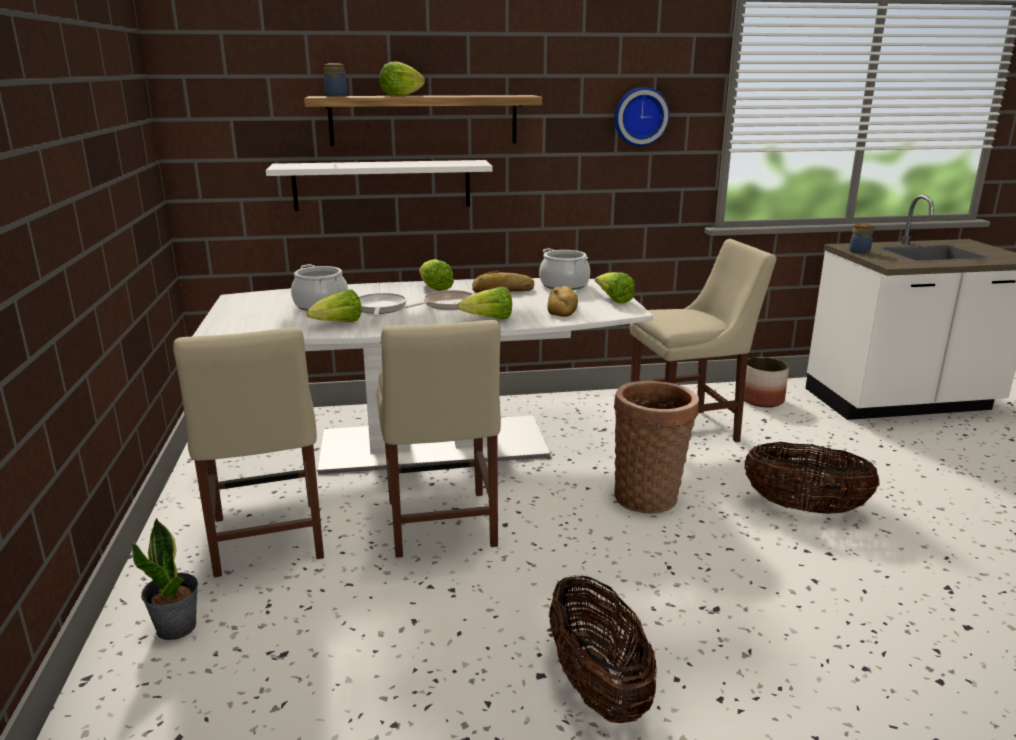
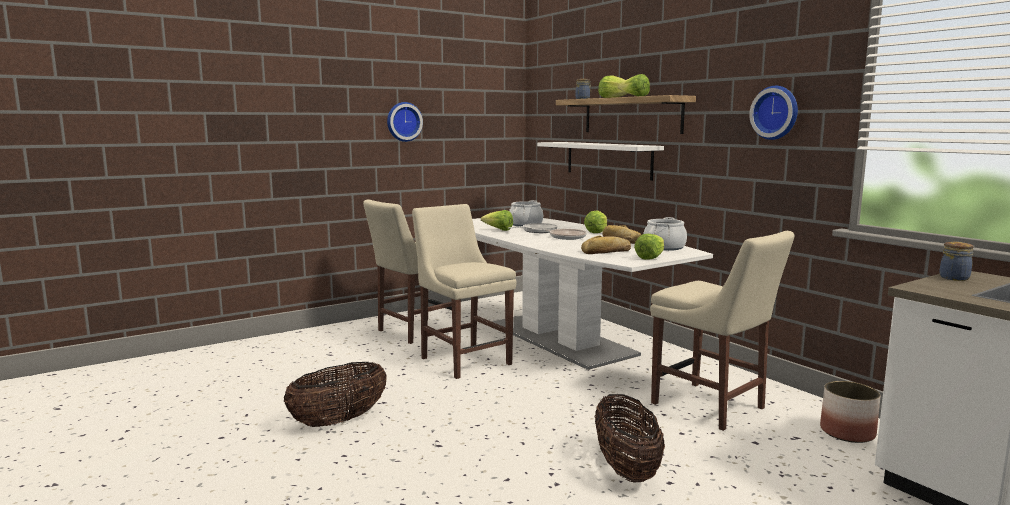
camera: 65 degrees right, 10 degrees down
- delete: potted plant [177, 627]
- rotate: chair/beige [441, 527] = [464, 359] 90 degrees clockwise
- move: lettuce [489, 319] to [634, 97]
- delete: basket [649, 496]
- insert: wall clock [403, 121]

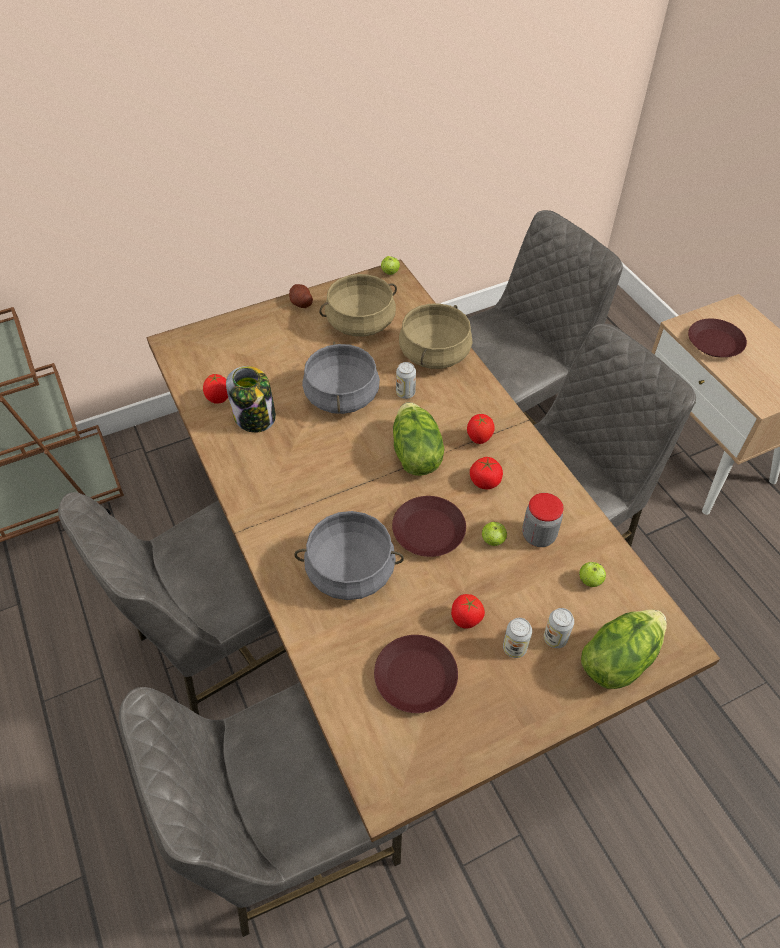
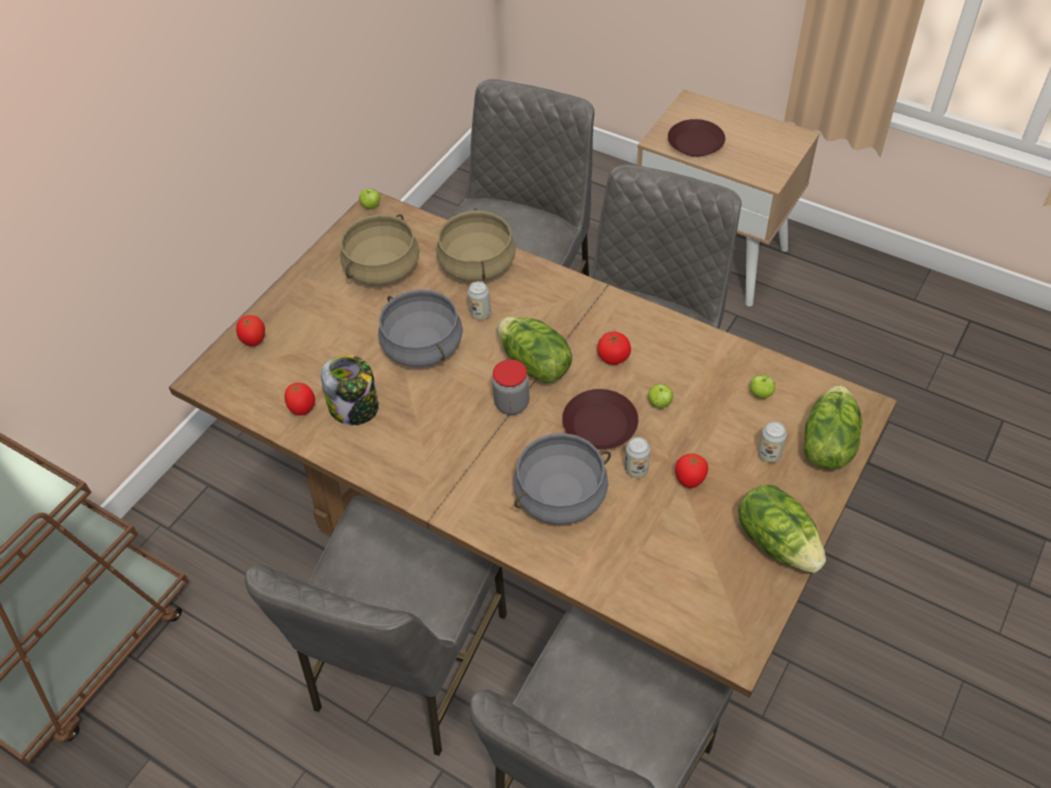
camera: 30 degrees left, 0 degrees up
- delete: potato [301, 303]
- delete: plate/brown [414, 678]
- move: tomato [478, 439] to [254, 341]
- move: can [514, 648] to [636, 470]
- move: jar [538, 535] to [512, 404]
- insert: lettuce [777, 541]

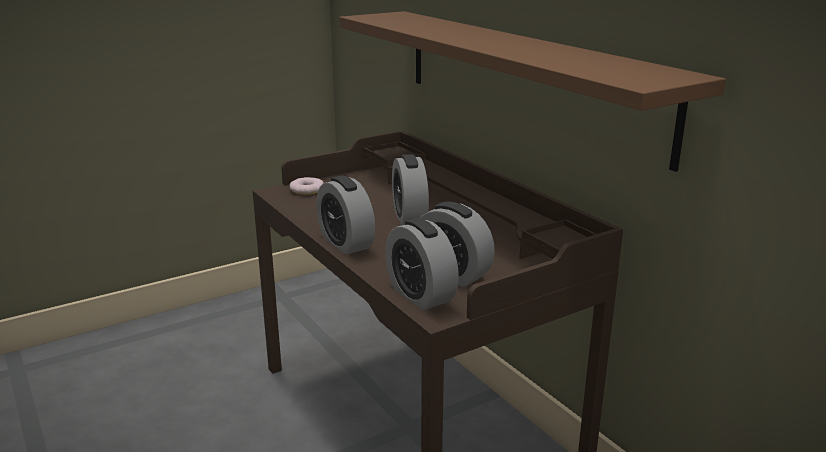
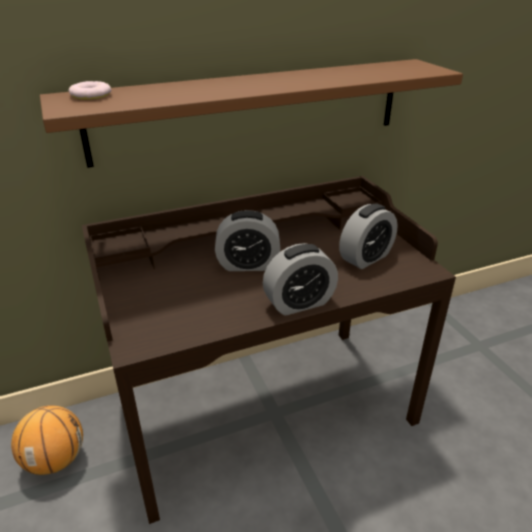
camera: 80 degrees left, 10 degrees up
- move: donut [307, 190] to [90, 95]
- delete: alarm clock [420, 295]
- insert: basketball [55, 459]

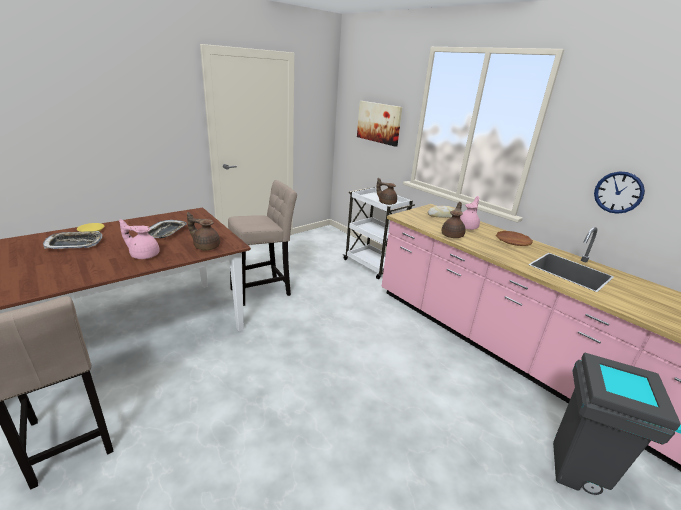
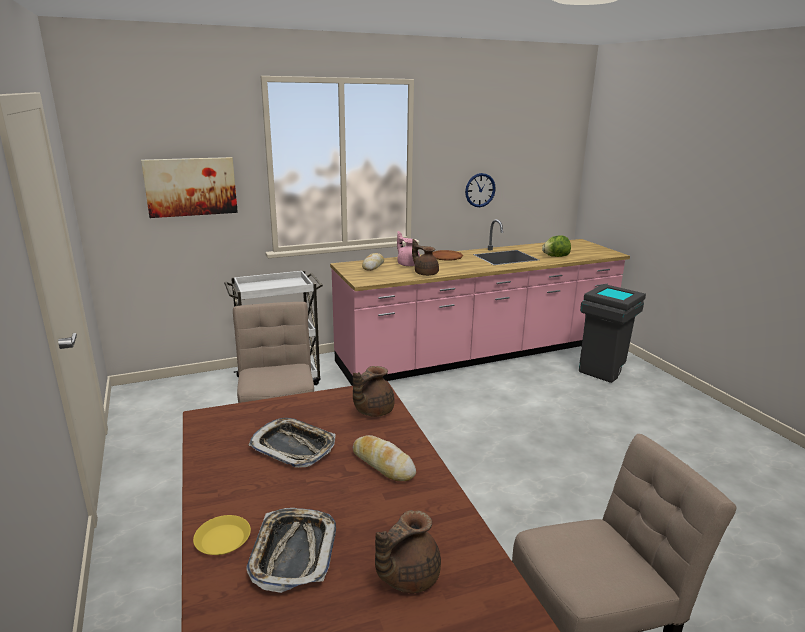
camera: 70 degrees left, 5 degrees down
- replace: teapot/pink [144, 255] to bread [383, 464]
- move: teapot/brown [386, 203] to [406, 576]
- insert: lettuce [555, 256]

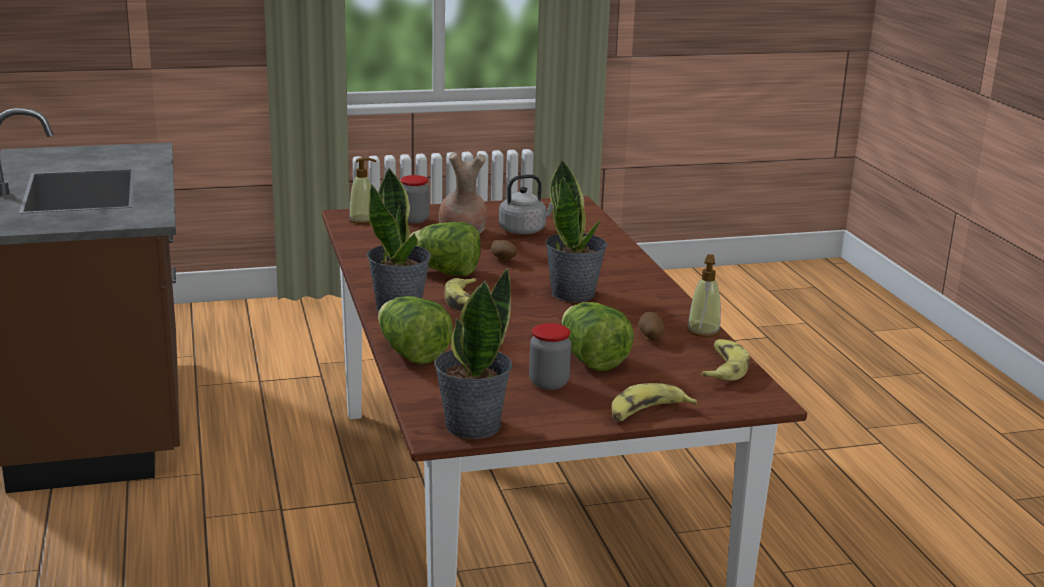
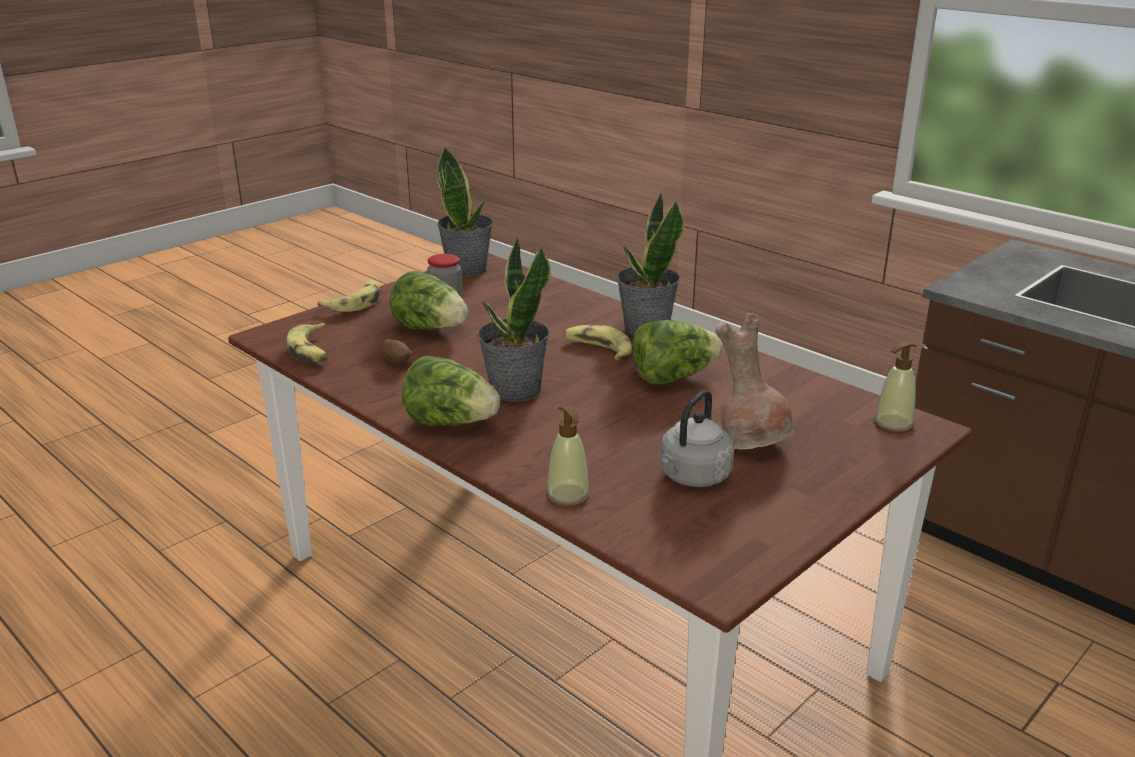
camera: 150 degrees right, 5 degrees up
- move: lettuce [411, 354] to [450, 423]
- delete: jar [414, 220]
- delete: potato [504, 260]
- move: soap dispenser [703, 331] to [568, 497]

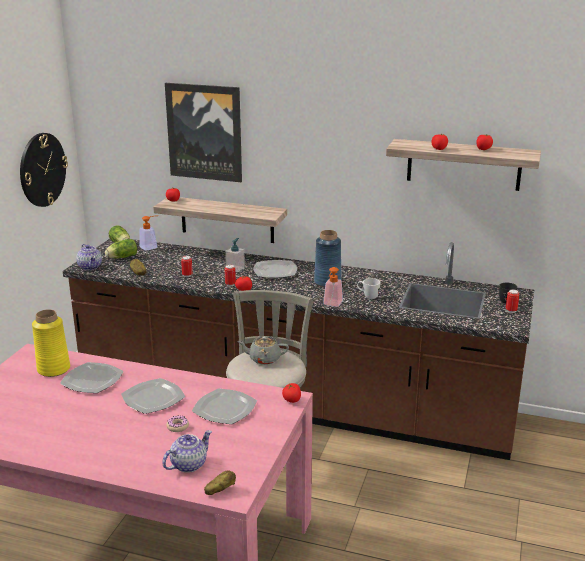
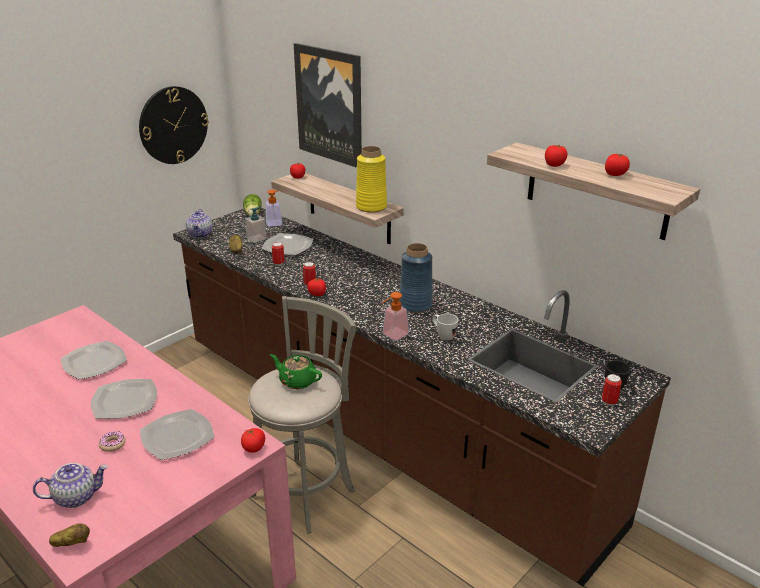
camera: 25 degrees right, 5 degrees up
- move: vase/yellow [53, 369] to [371, 207]
- delete: lettuce [121, 257]
- move: soap dispenser [235, 268] to [256, 238]
- recolor: teapot/grey [264, 359] to teapot/green [297, 381]
- move: plate [274, 271] to [287, 246]

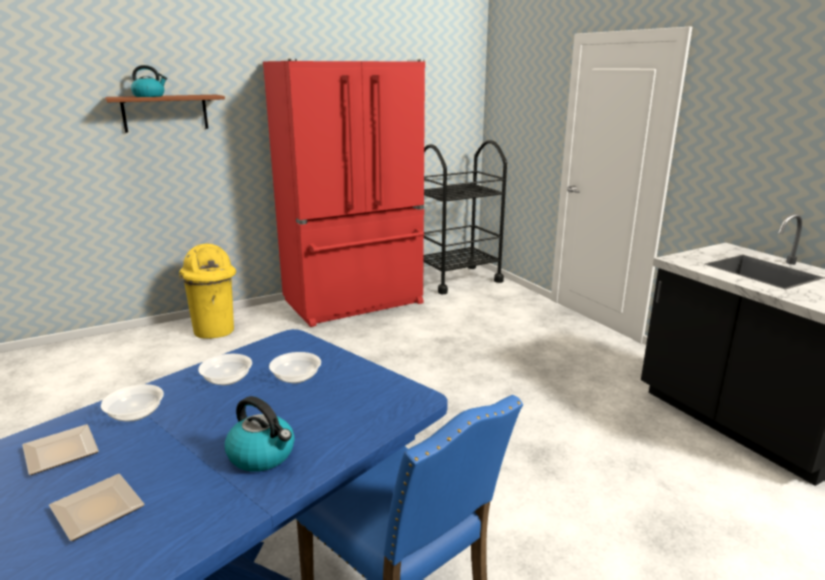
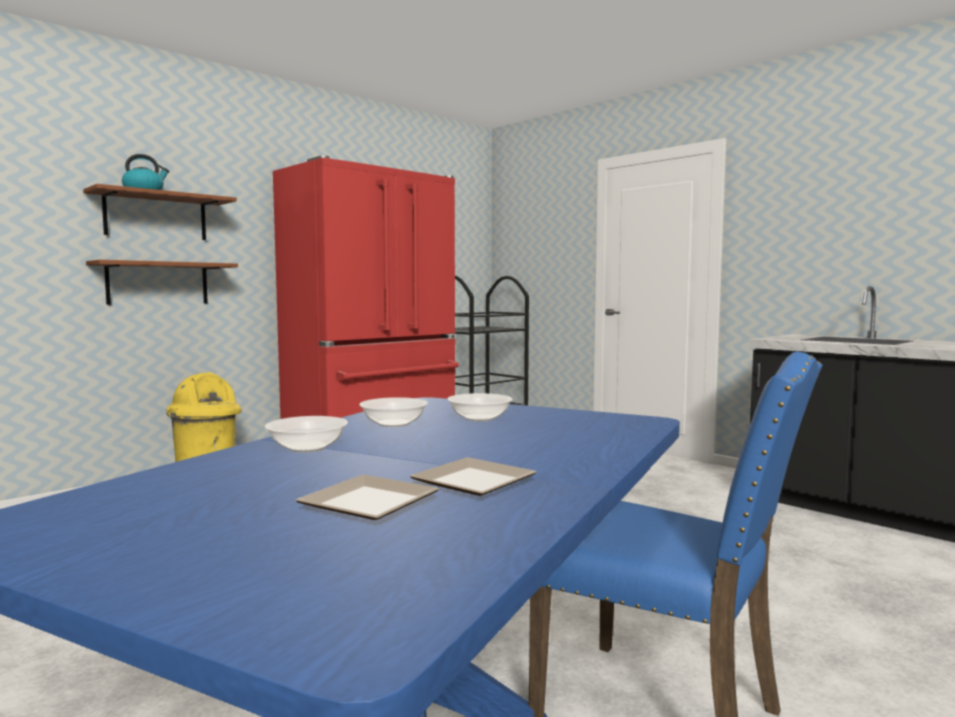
camera: 15 degrees left, 15 degrees down
- move: plate [64, 453] to [478, 482]
- delete: kettle [263, 455]
- insert: shelf/brown [158, 283]

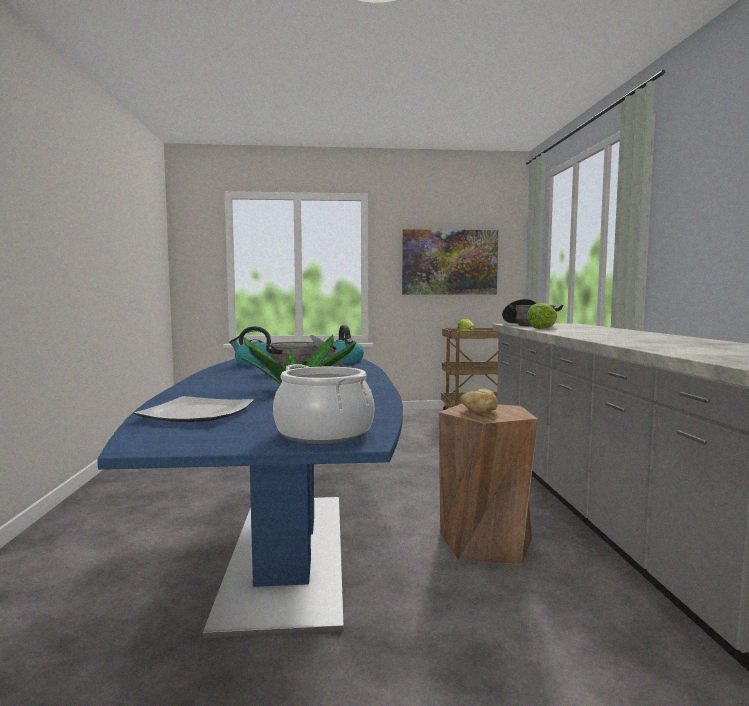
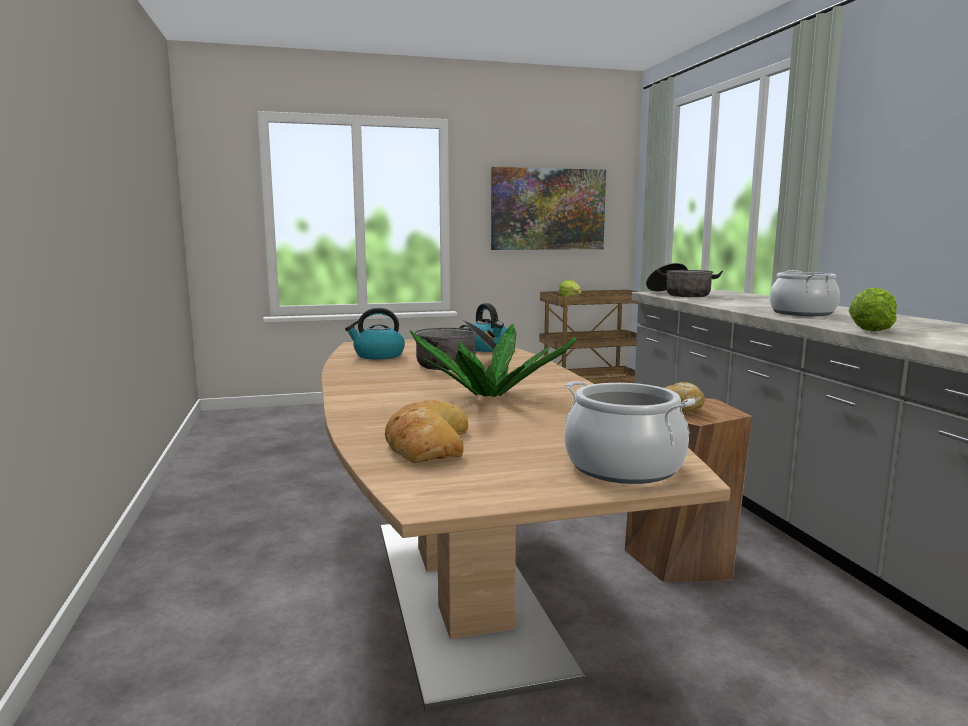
camera: 10 degrees left, 5 degrees up
- recolor: dining table/blue [288, 551] to dining table/brown [461, 589]
- replace: plate [198, 414] to bread [427, 444]
- move: lettuce [542, 328] to [871, 329]
- insert: cooking pot [802, 313]

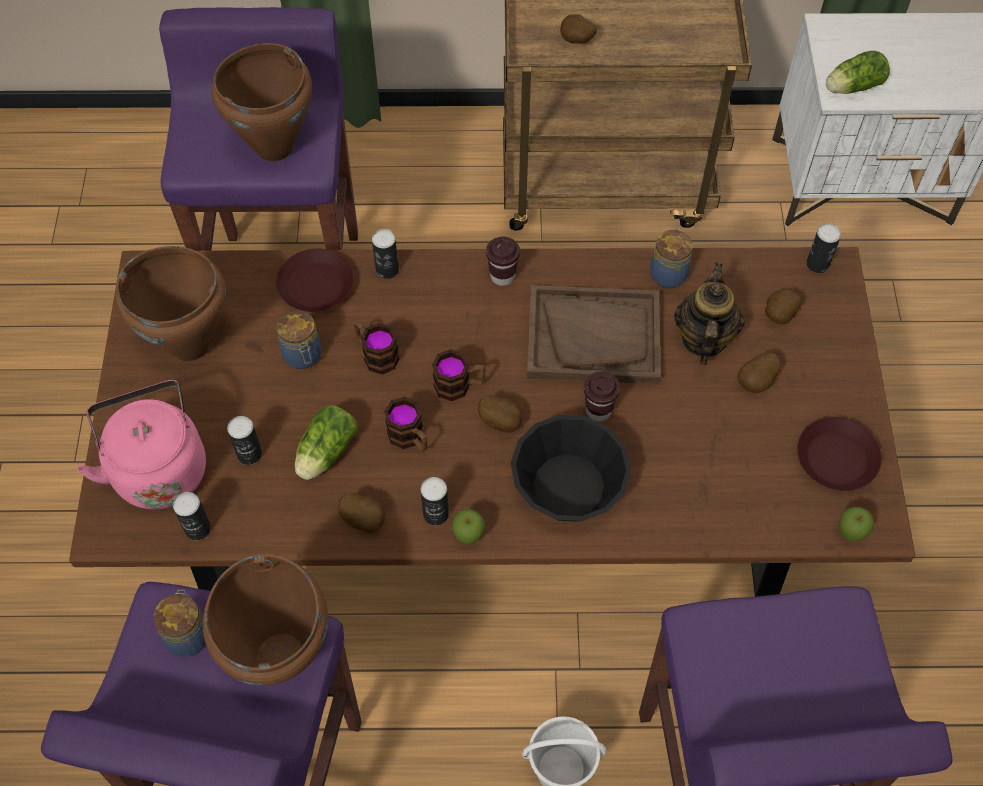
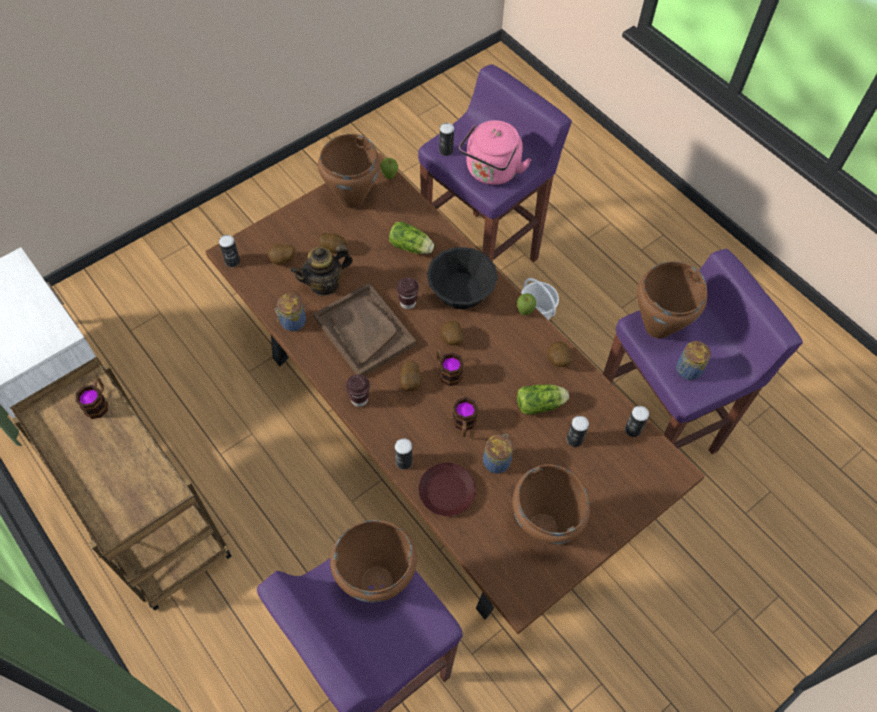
camera: 130 degrees left, 0 degrees up
- move: kettle/pink [158, 467] to [491, 172]
- move: mug [410, 438] to [98, 403]
- move: can [436, 514] to [446, 151]
- move: potato [576, 41] to [411, 382]
- replace: plate/brown [836, 457] to cooking pot/brown [351, 199]
- move: lettuce [851, 87] to [412, 247]

